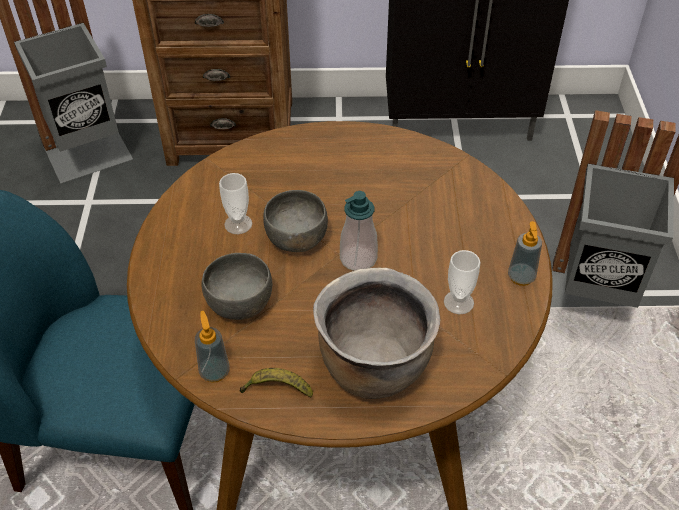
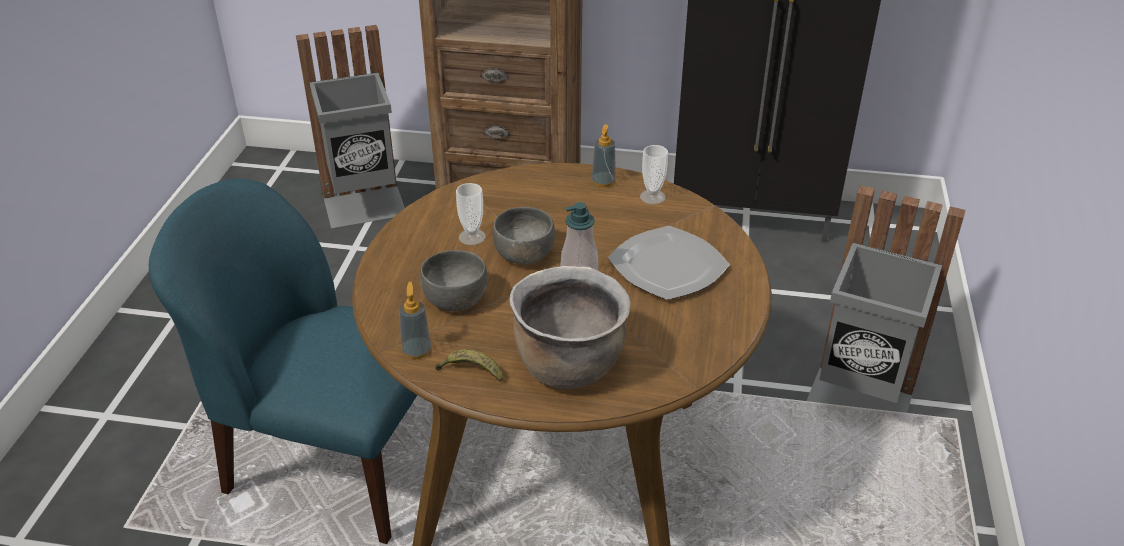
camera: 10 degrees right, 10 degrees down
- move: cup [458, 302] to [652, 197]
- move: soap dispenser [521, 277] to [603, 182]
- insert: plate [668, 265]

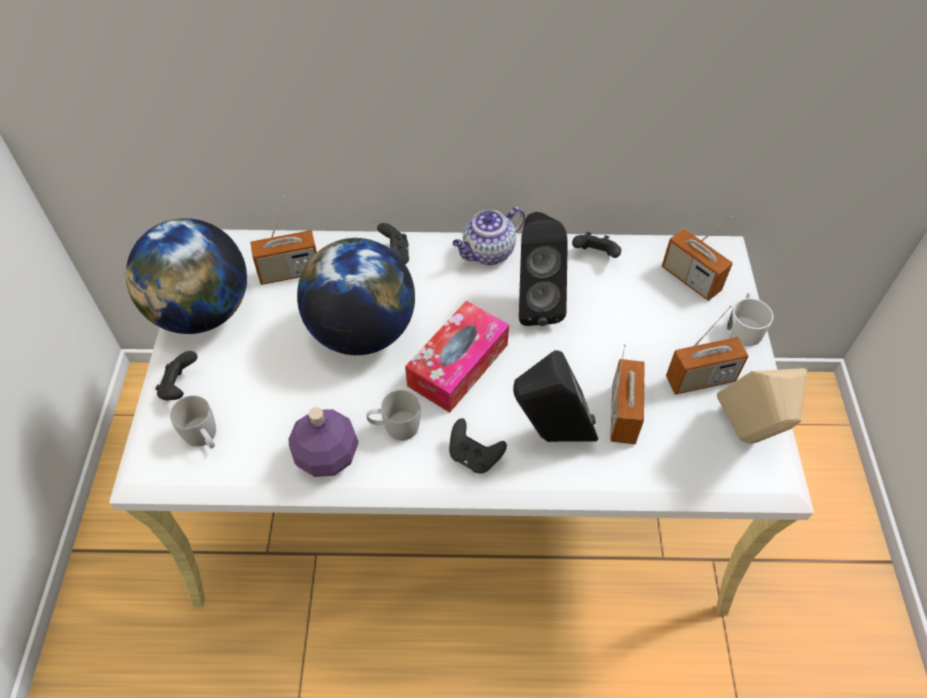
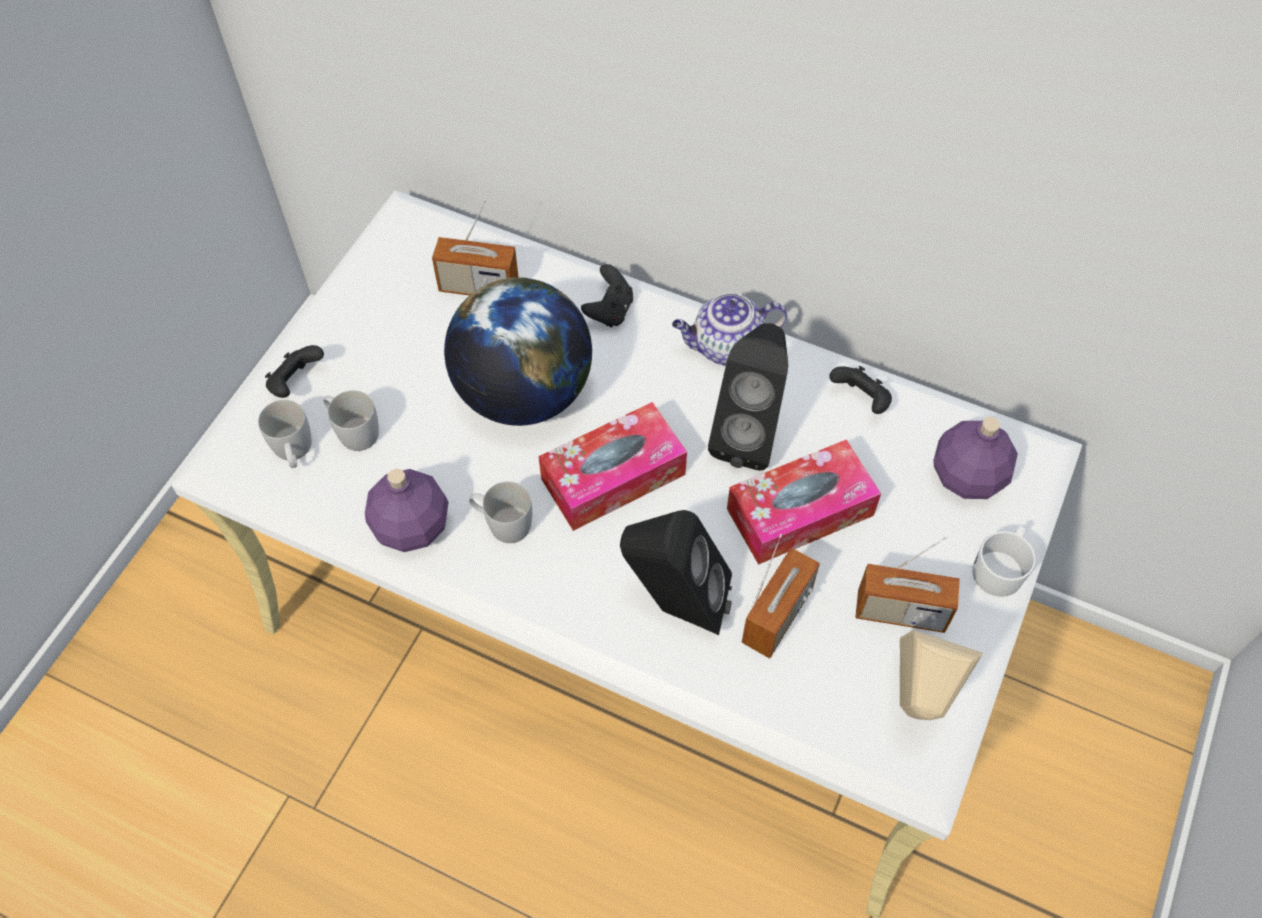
camera: 25 degrees right, 5 degrees up
- delete: globe [202, 312]
- delete: game controller/black [474, 456]
- replace: radio [690, 279] to bottle/purple [968, 477]
- insert: mug/white [353, 430]
- insert: tissue box [800, 512]

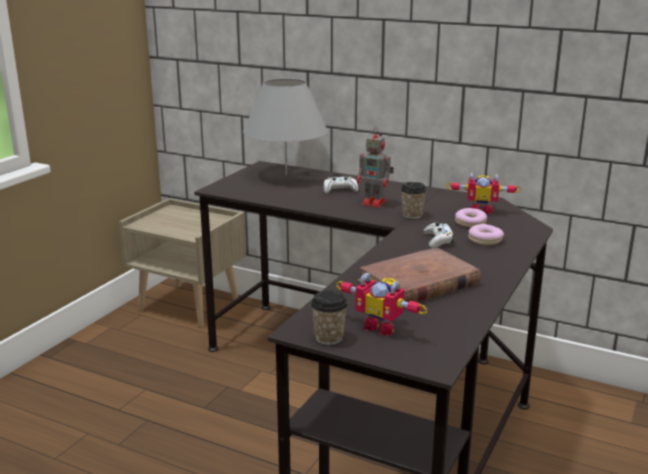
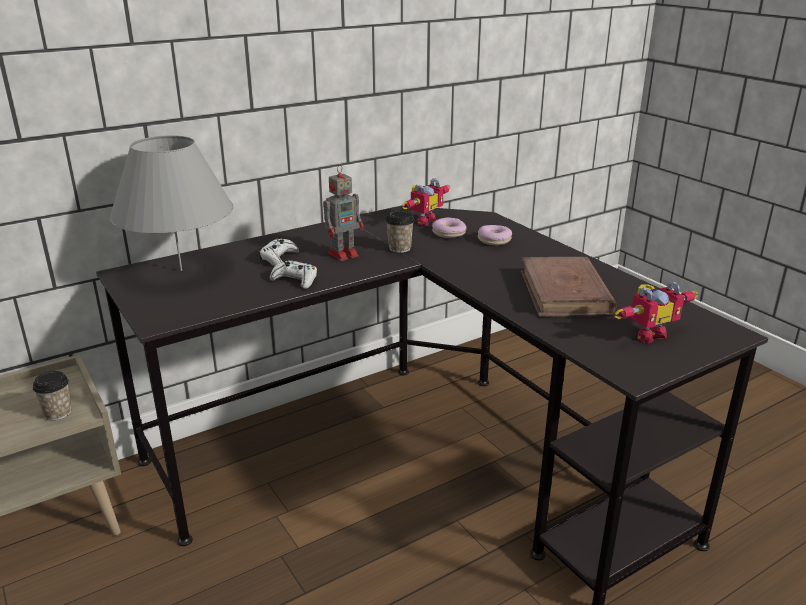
camera: 60 degrees left, 5 degrees up
- move: cup [329, 338] to [58, 413]
- move: game controller/white [438, 240] to [295, 280]

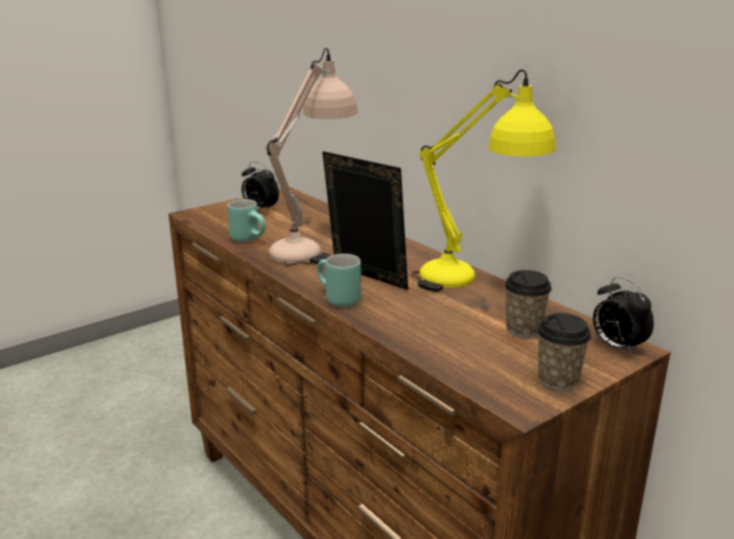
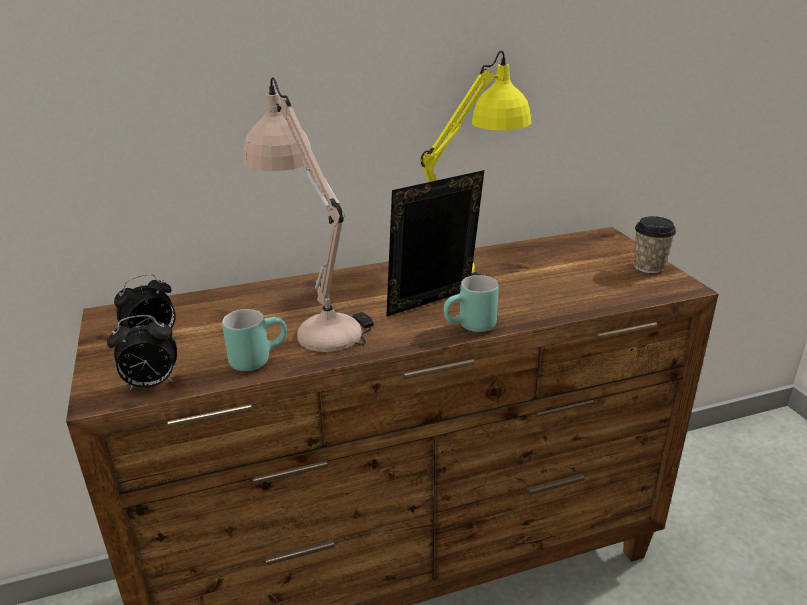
camera: 70 degrees left, 5 degrees up
- delete: cup [523, 329]
- move: alarm clock [616, 347] to [151, 384]

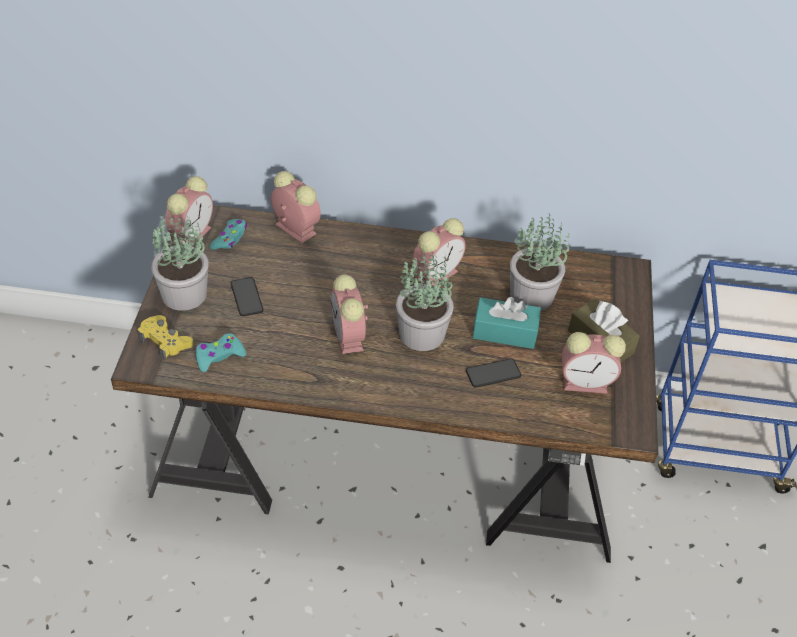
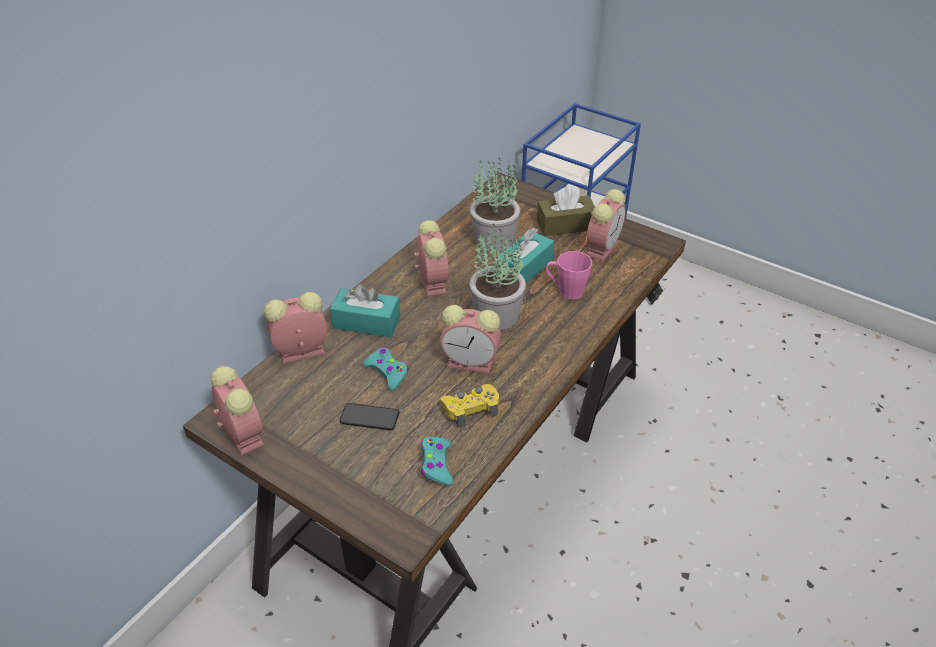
camera: 60 degrees left, 5 degrees down
- move: game controller/yellow [165, 341] to [471, 408]
- delete: potted plant [183, 295]
- move: game controller/turquoise [230, 238] to [387, 372]
- replace: phone [493, 374] to mug/pink [566, 291]
- insert: tissue box/turquoise [367, 322]

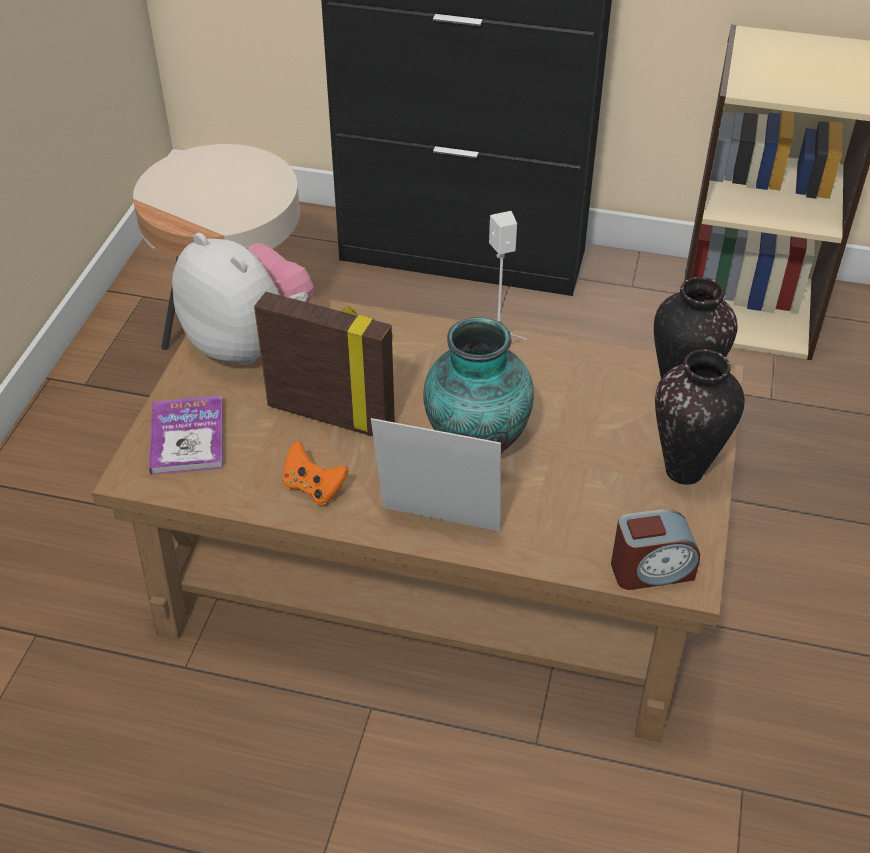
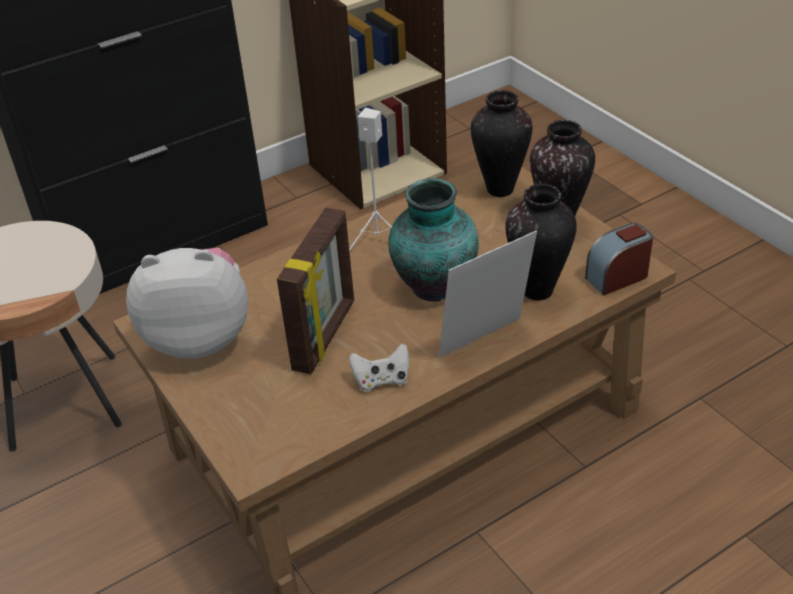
camera: 45 degrees left, 5 degrees down
- delete: book [187, 437]
- rotate: picture frame [332, 415] = [326, 336] 135 degrees clockwise
- recolor: game controller/orange [313, 488] to game controller/white [382, 380]
- rotate: alarm clock [651, 570] = [617, 277] 150 degrees counterclockwise
- insert: vase [536, 291]

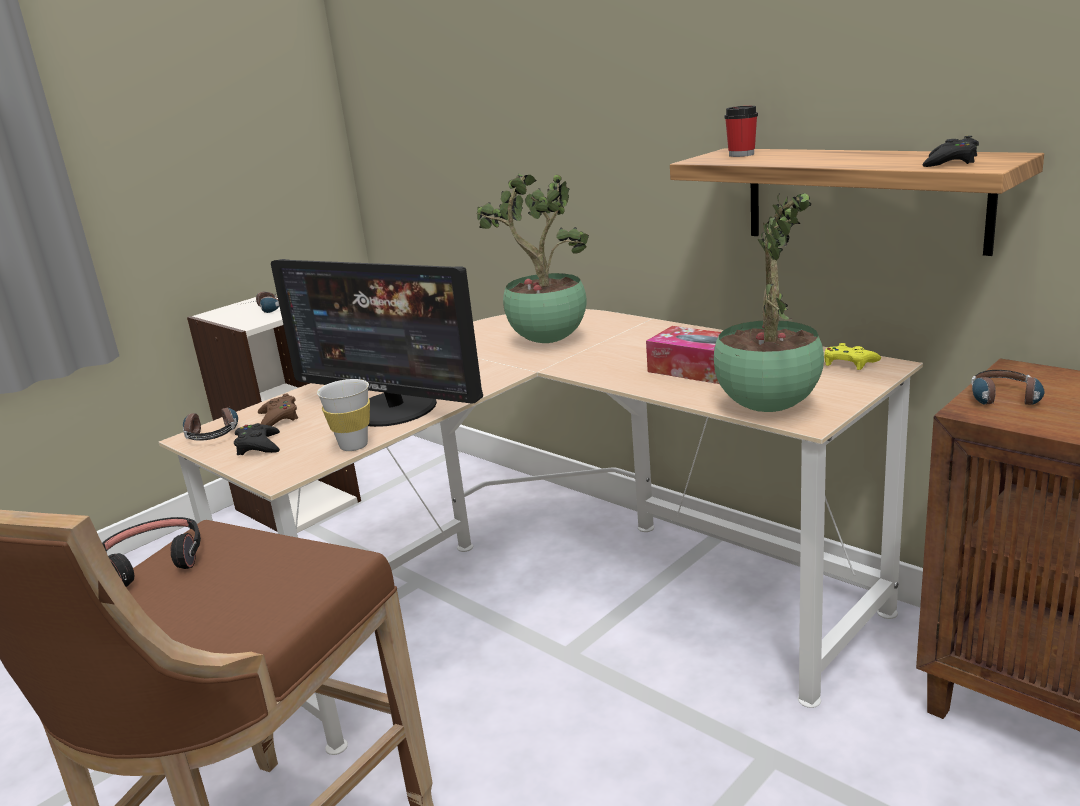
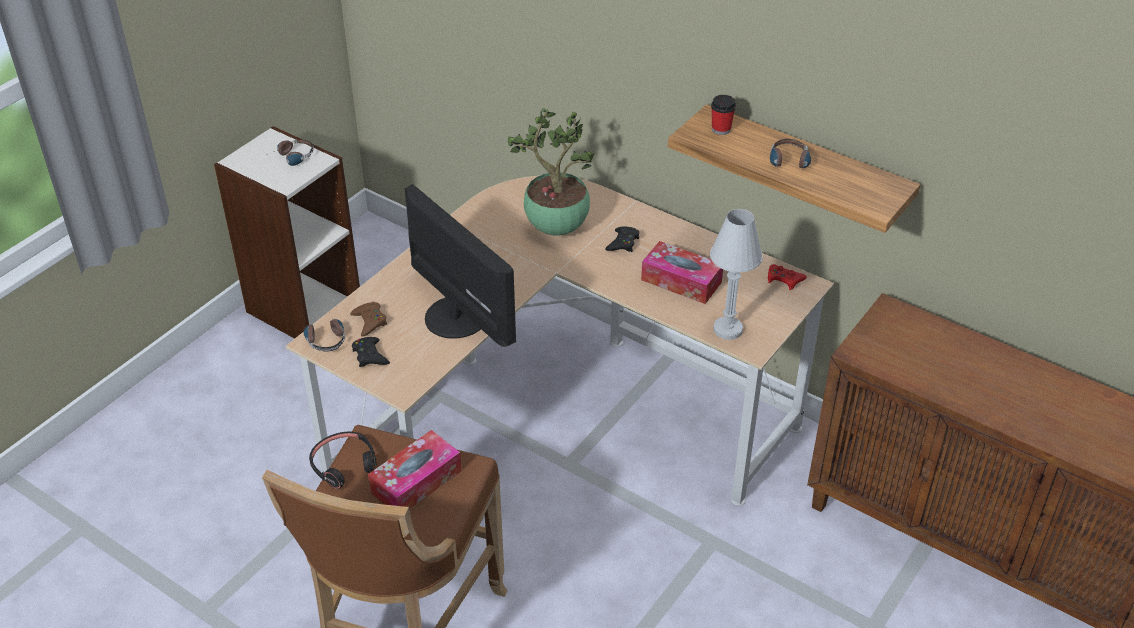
camera: 10 degrees left, 20 degrees up
- rotate: monitor [393, 409] = [457, 316] 150 degrees counterclockwise
- delete: cup/white [353, 445]
- replace: potted plant [767, 406] to table lamp/white [727, 329]
- recolor: game controller/yellow [849, 363] to game controller/red [784, 279]
- move: game controller/black [950, 161] to [623, 243]
- move: headphones [1006, 402] to [789, 164]
- insert: tissue box [416, 481]

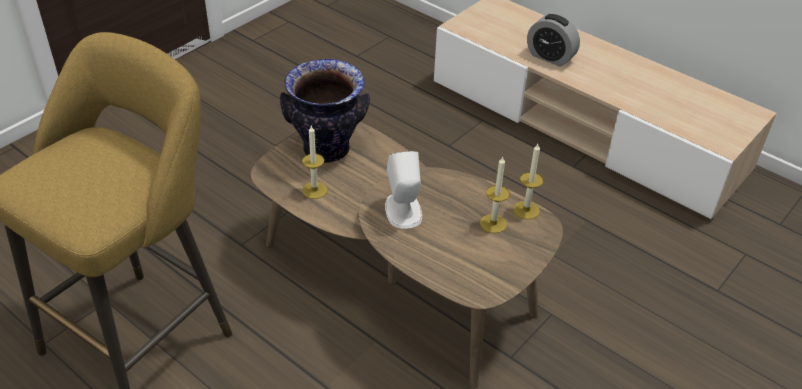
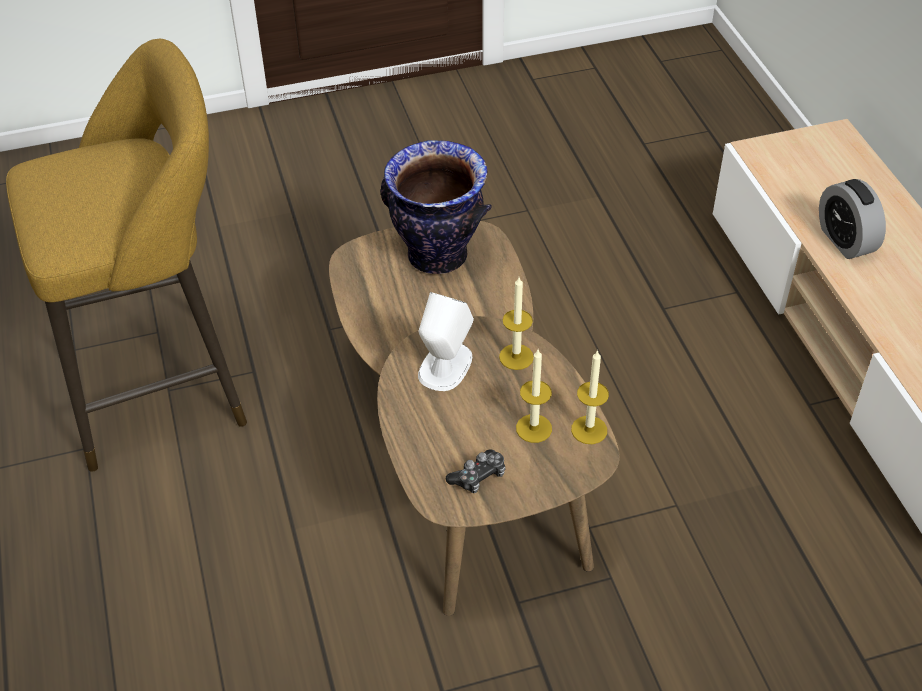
camera: 35 degrees right, 5 degrees up
- move: candle [314, 190] to [516, 357]
- insert: game controller [478, 476]

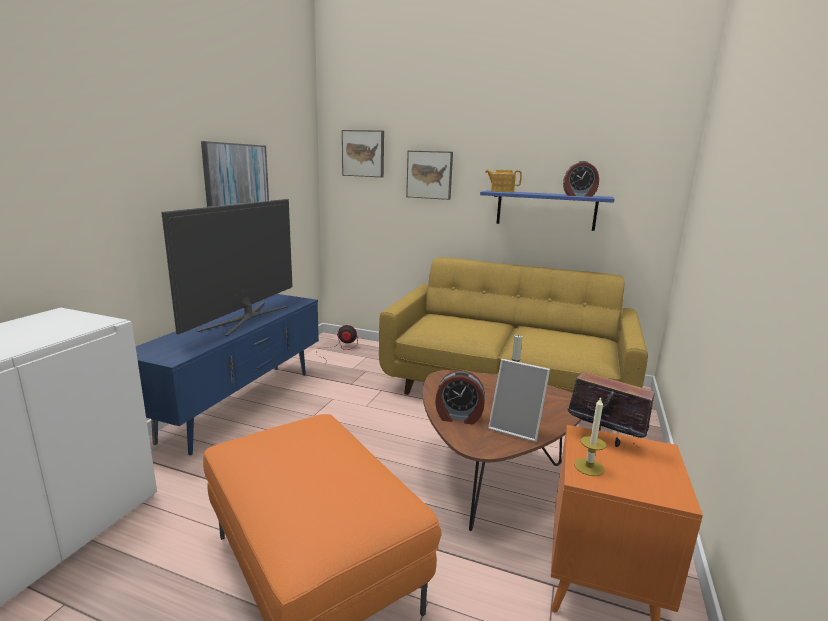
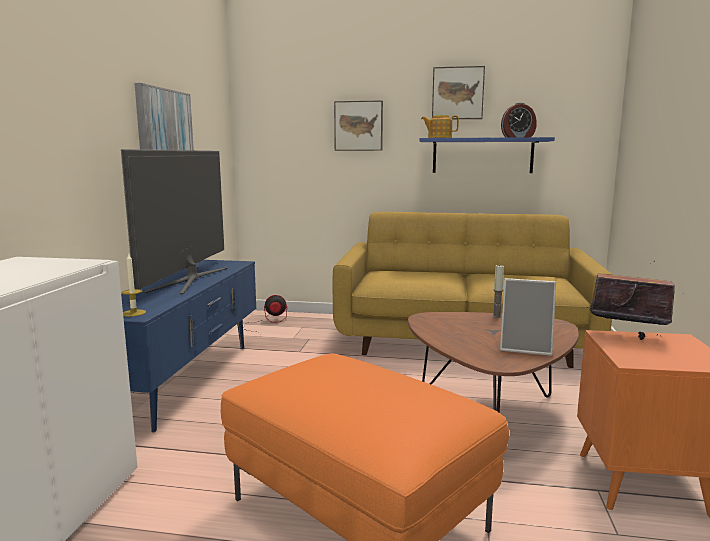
camera: 10 degrees left, 5 degrees down
- move: picture [363, 153] to [457, 93]
- delete: alarm clock [458, 417]
- move: candle [589, 467] to [134, 313]

